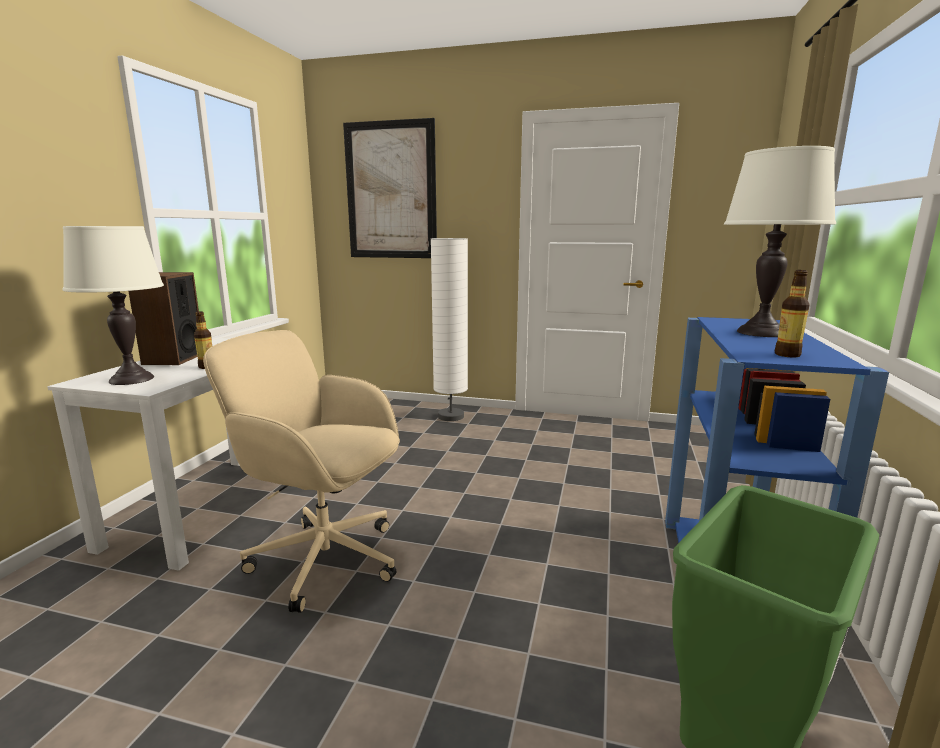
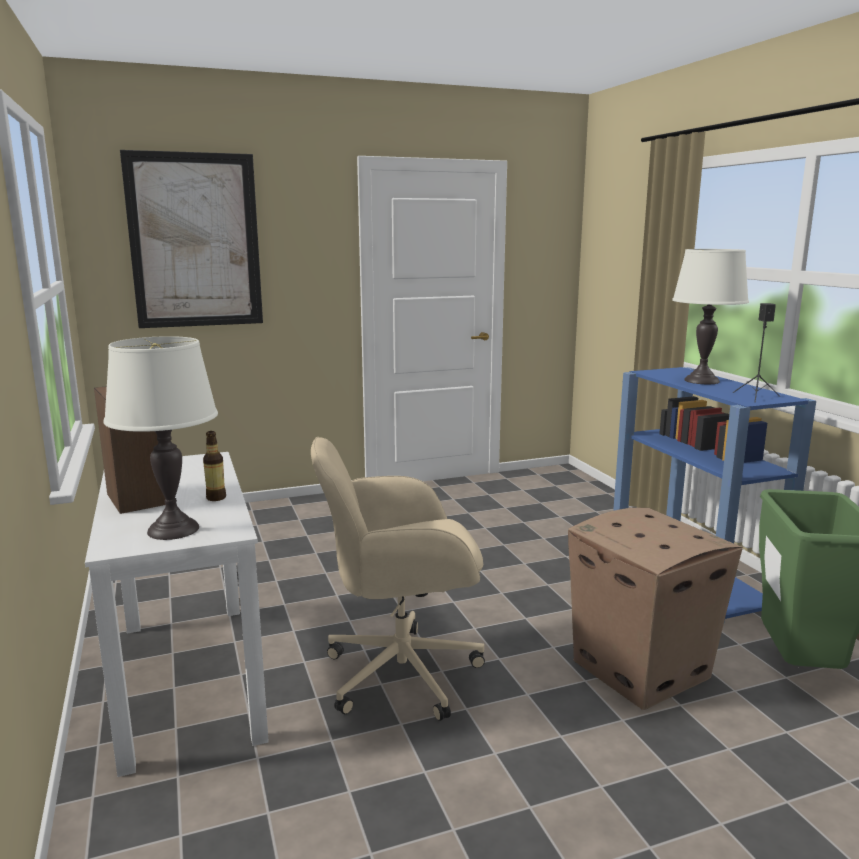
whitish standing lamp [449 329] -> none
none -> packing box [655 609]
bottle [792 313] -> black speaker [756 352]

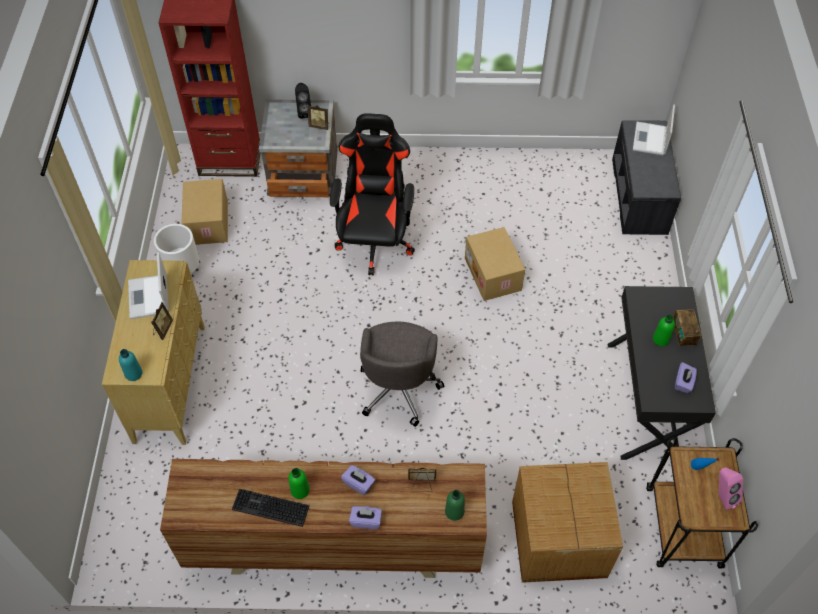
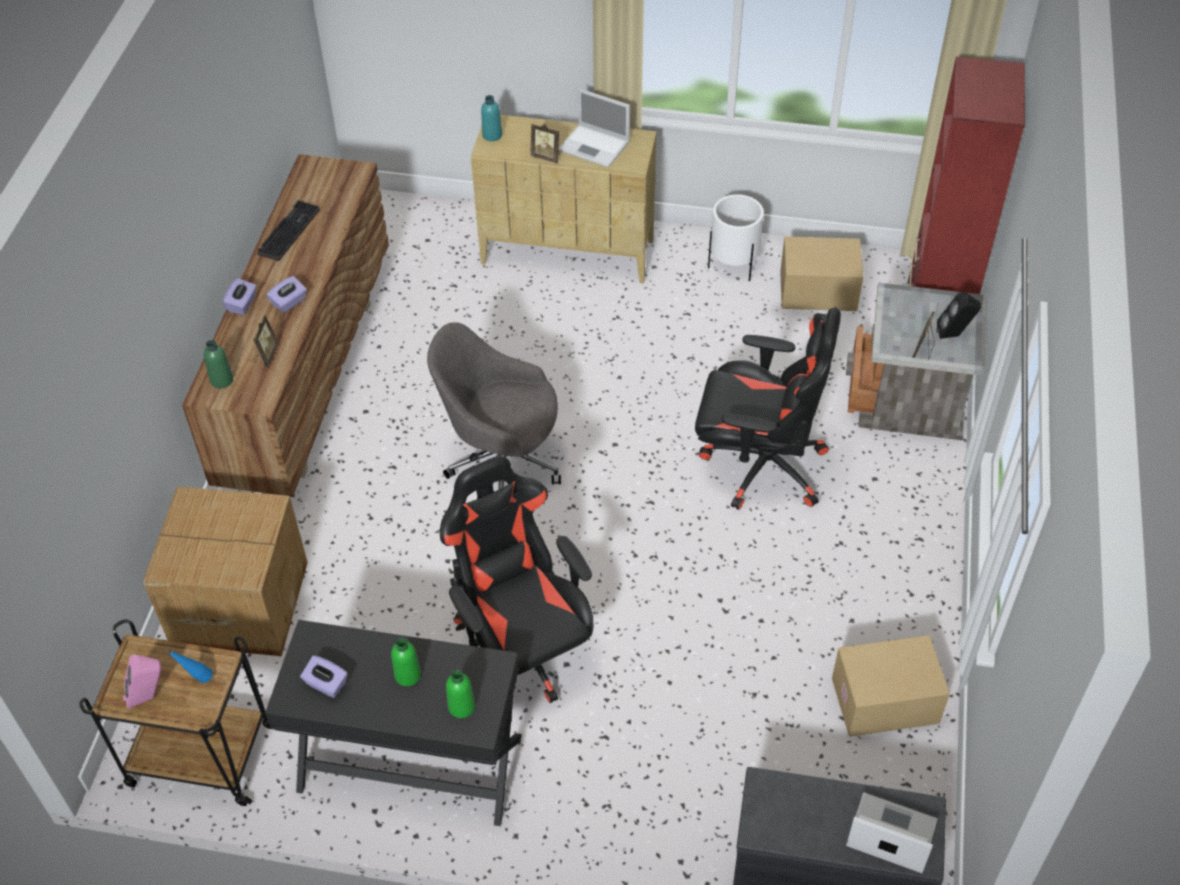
radio receiver [687 327] -> none
none -> black desk chair [517 579]
green-coloured bottle [299 483] -> green-coloured bottle [460 694], relocated
packing box [495 264] -> packing box [891 686], relocated
portable computer [148 285] -> portable computer [594 128], 150 degrees counterclockwise

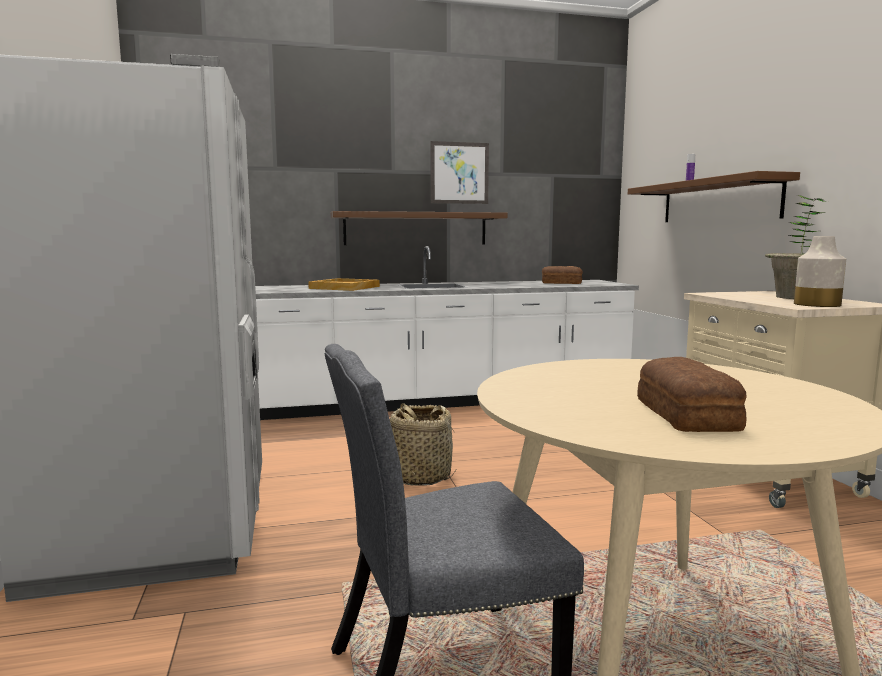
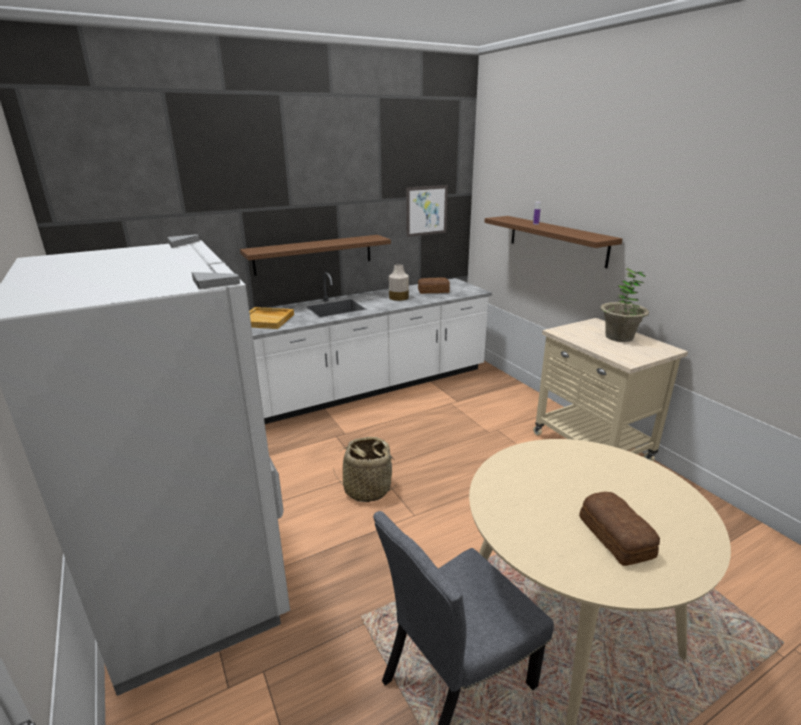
wall art [459 172] -> wall art [427 211], relocated
beige-coloured vase [820 271] -> beige-coloured vase [399 283], relocated

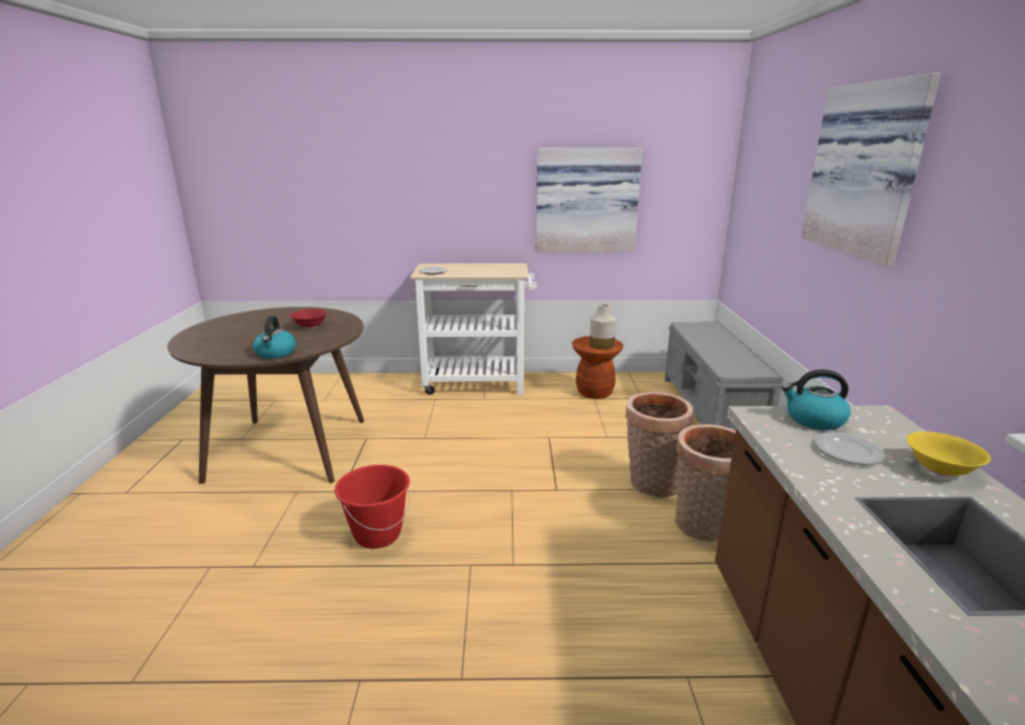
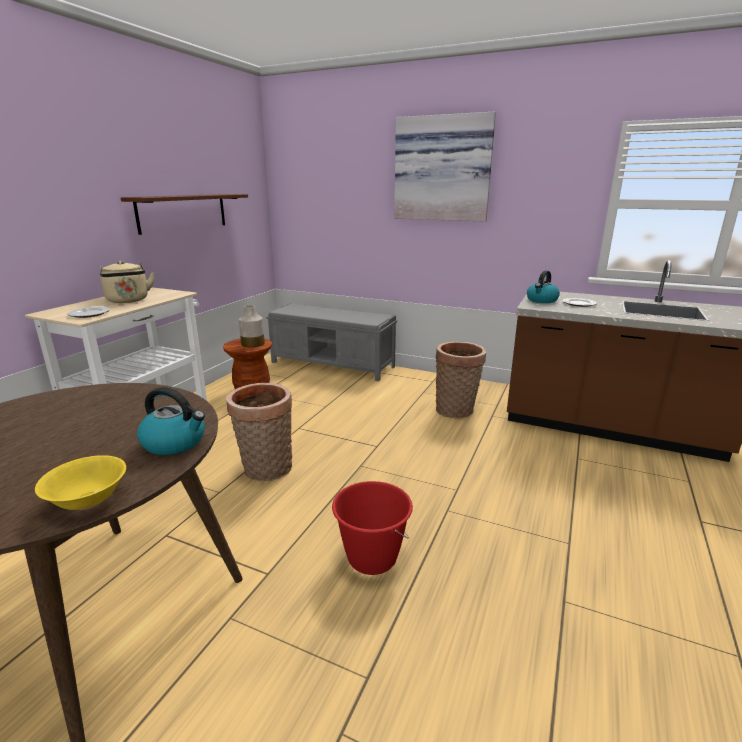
reddish deep dish [309 319] -> none
none -> beige-coloured water kettle [127 282]
household basket [659 445] -> household basket [259 432], relocated
yellow-coloured deep dish [948 454] -> yellow-coloured deep dish [80 482], relocated
wall art [589 200] -> brownish bracket shelf [184 214]

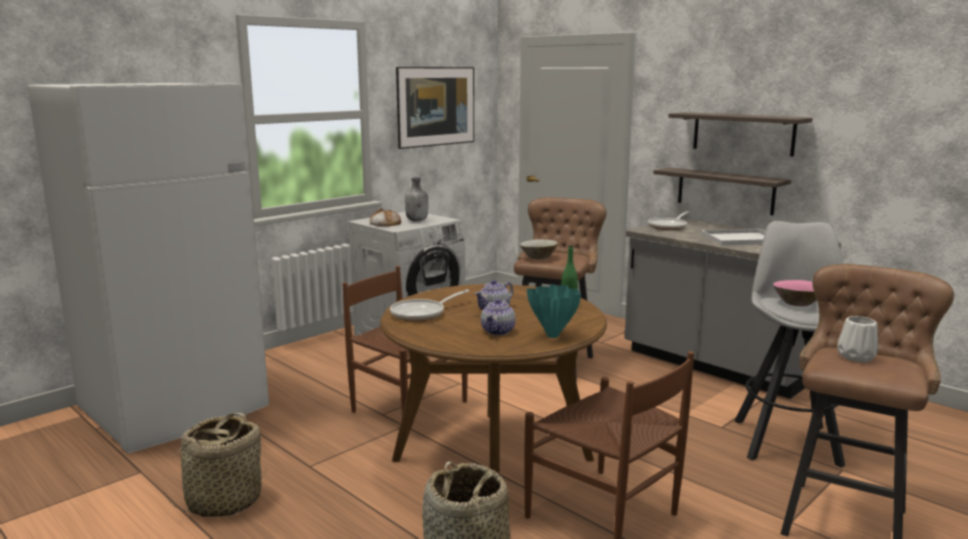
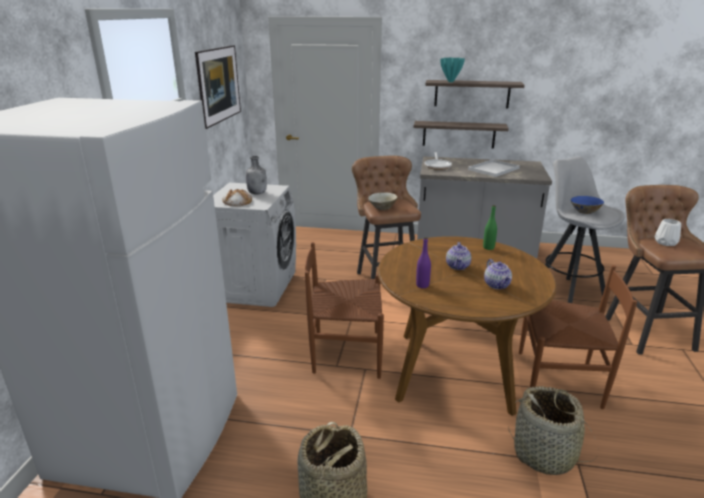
blue-green vase [554 311] -> blue-green vase [452 70], relocated
skillet [429 305] -> purple bottle [423 262]
pink-coloured deep dish [795 293] -> bluish deep dish [587 205]

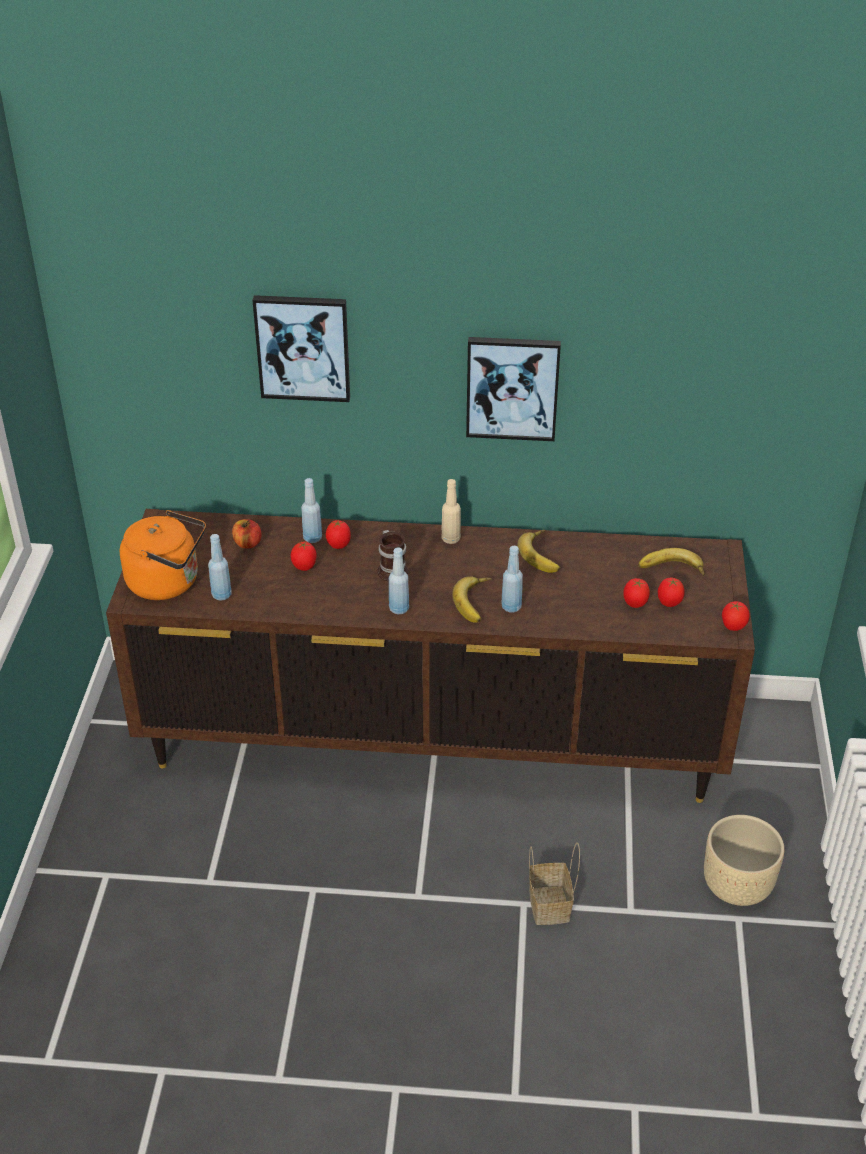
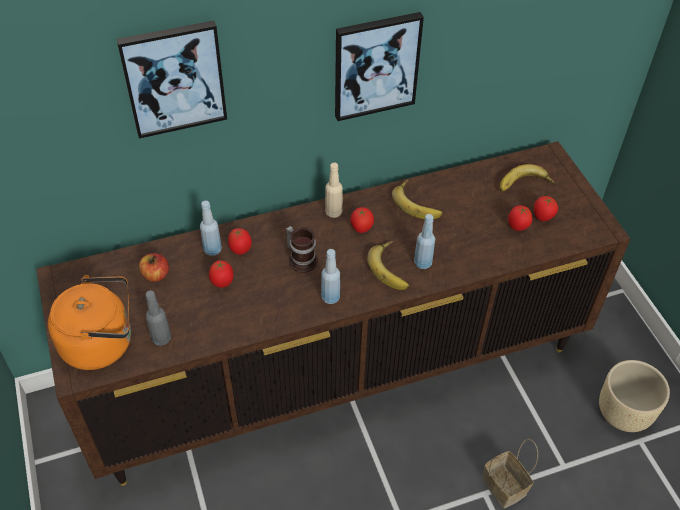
fresh tomato [735 616] -> fresh tomato [362 220], relocated
bluish bottle [220 567] -> gray bottle [158 318]

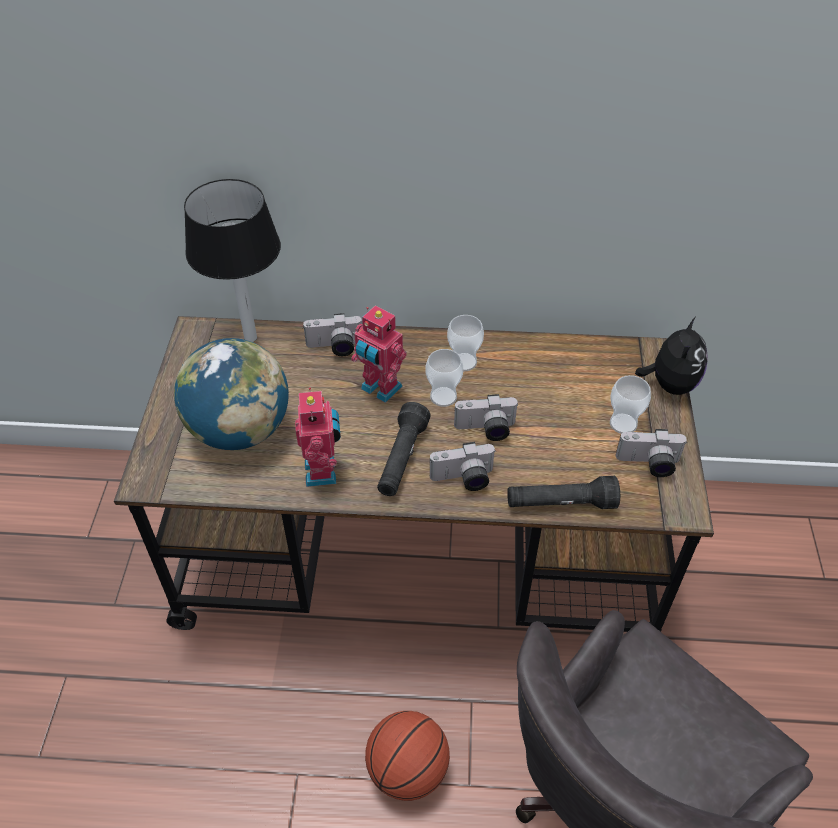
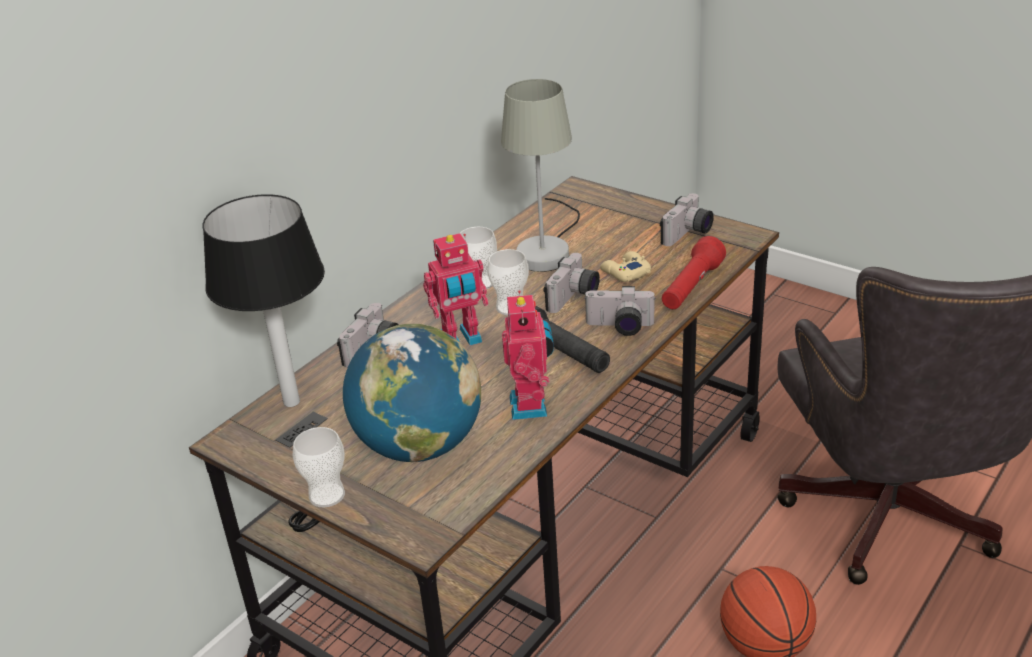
plush toy [671 356] -> none
none -> gray lamp for a table [540 175]
none -> beige-coloured joypad [625 266]
drinking cup [630 404] -> drinking cup [318 467], relocated
black torch [563 492] -> reddish torch [694 272]
toy robot [318 437] -> toy robot [528 355], 60 degrees clockwise
photo camera [462 466] -> photo camera [620 311], 75 degrees clockwise

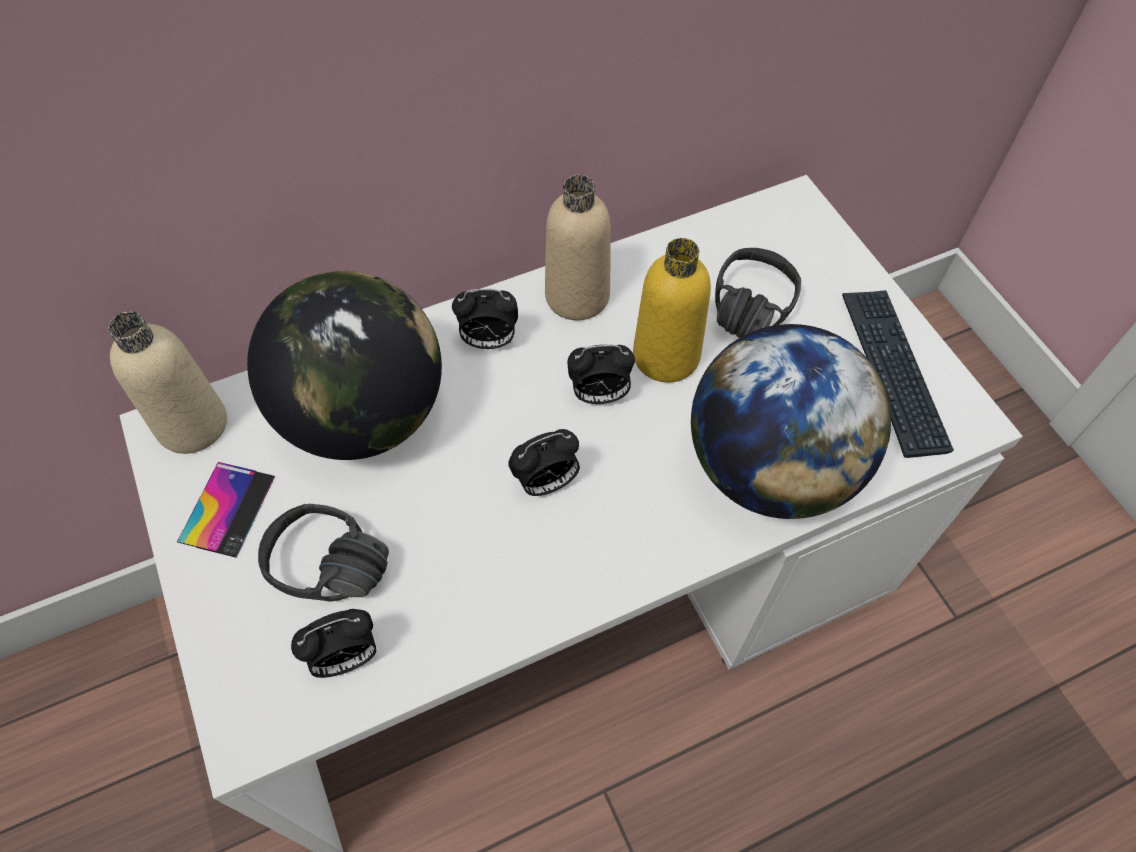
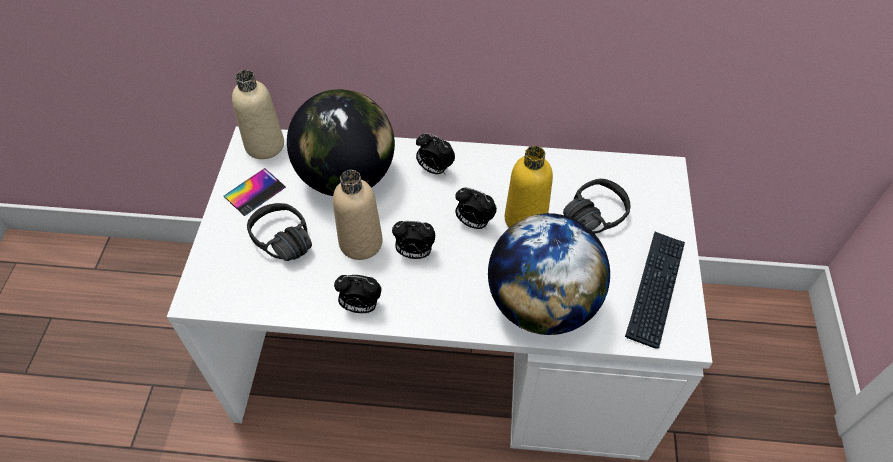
table clock [333 643] -> table clock [358 294], relocated
beige-coloured bottle [578 247] -> beige-coloured bottle [358 215], relocated

